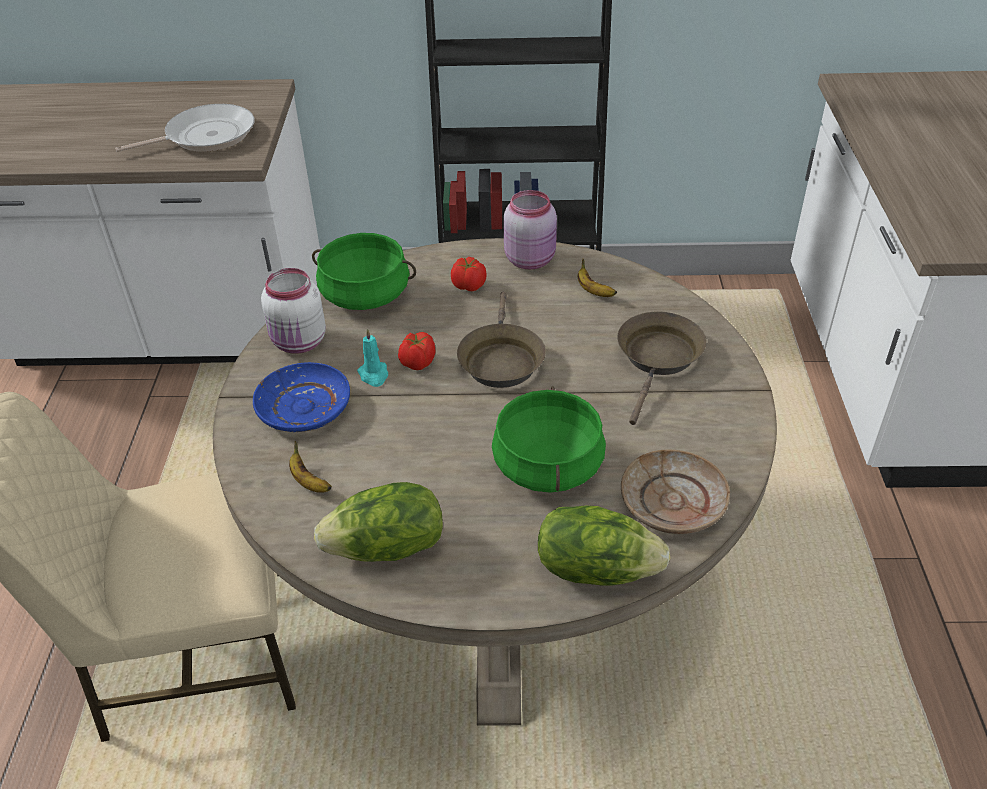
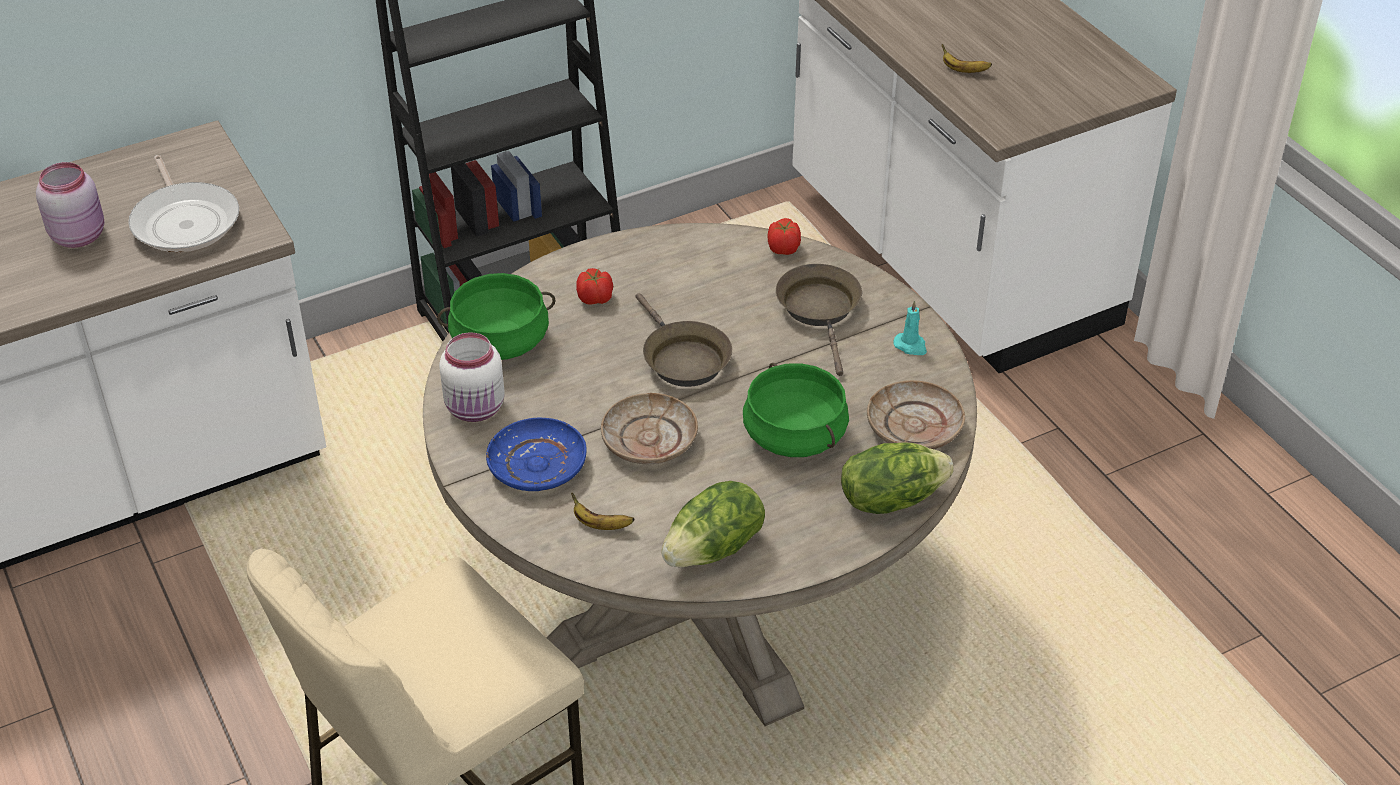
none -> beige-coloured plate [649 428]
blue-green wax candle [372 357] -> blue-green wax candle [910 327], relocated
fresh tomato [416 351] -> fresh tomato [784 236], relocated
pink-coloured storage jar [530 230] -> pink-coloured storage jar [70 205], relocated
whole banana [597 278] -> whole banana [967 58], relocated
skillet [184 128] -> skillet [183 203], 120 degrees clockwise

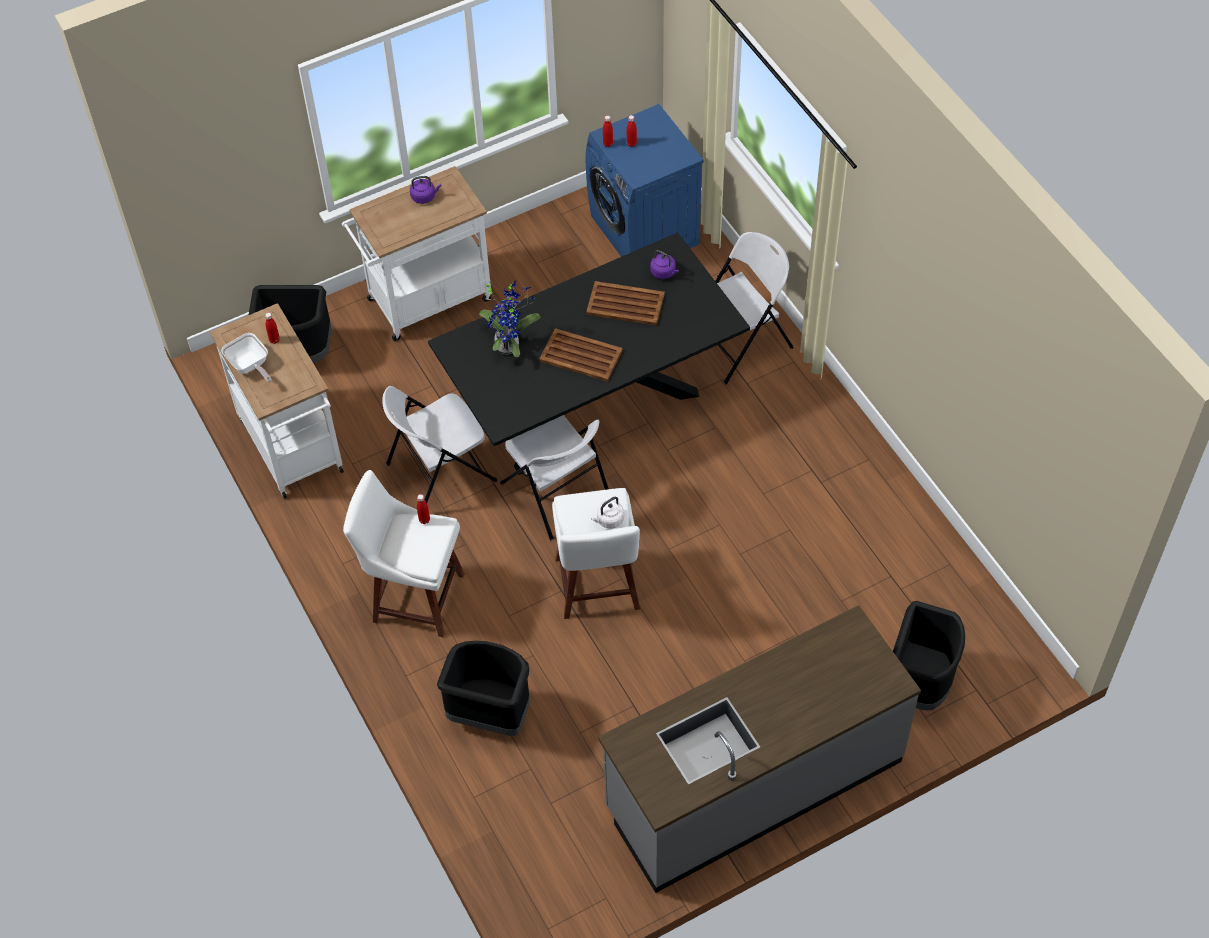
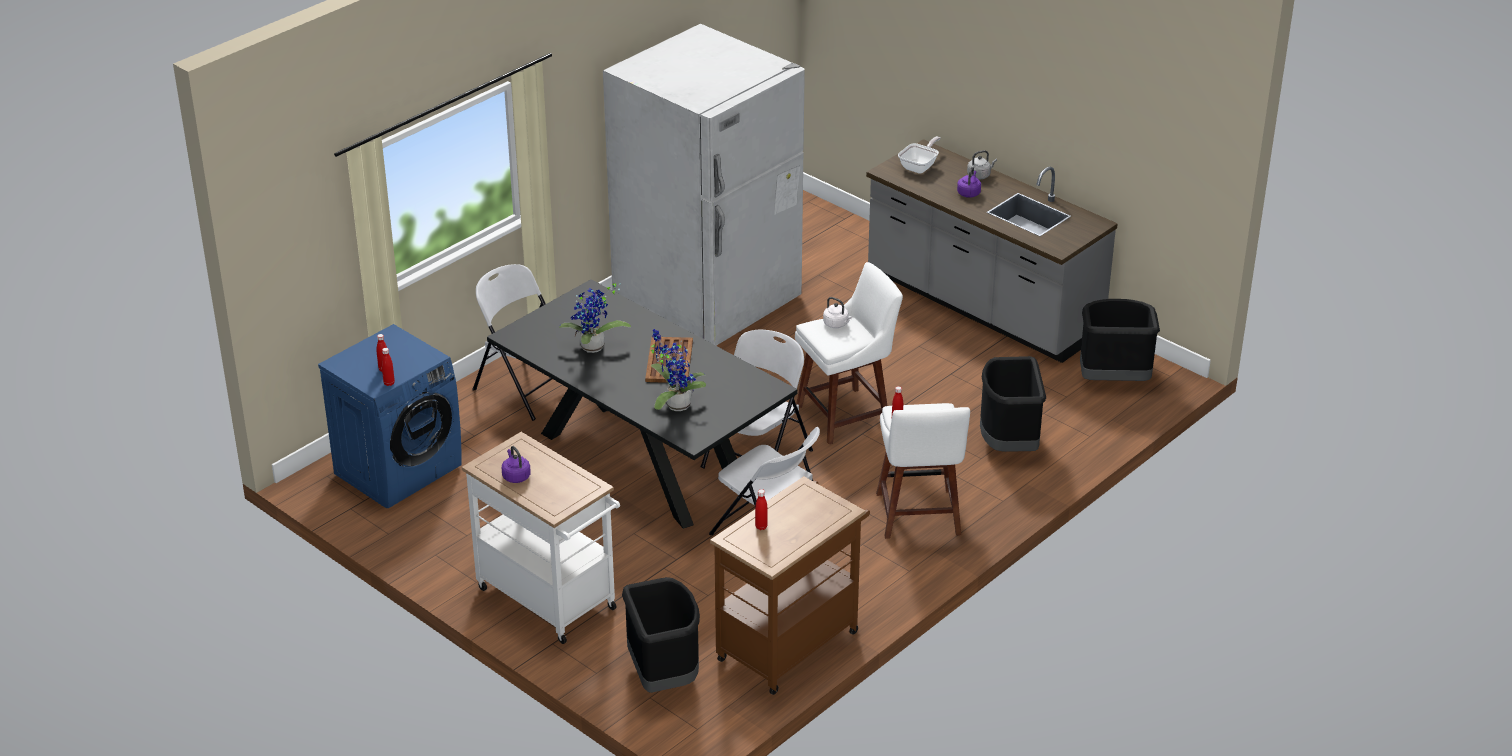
none -> whitish kitchen fridge [704 185]
none -> gray water kettle [982 165]
skillet [246 357] -> skillet [919 155], relocated
purple water kettle [664 264] -> purple water kettle [969 182], relocated
black waste bin [929 655] -> black waste bin [1120 340], relocated
brownish tray [625 303] -> potted plant [595 318]
whitish wheeled cart [277 401] -> brownish wheeled cart [790 585]

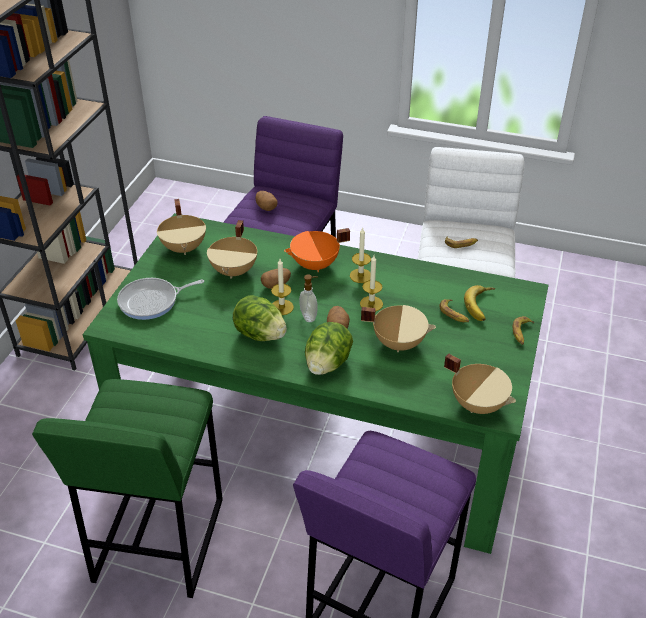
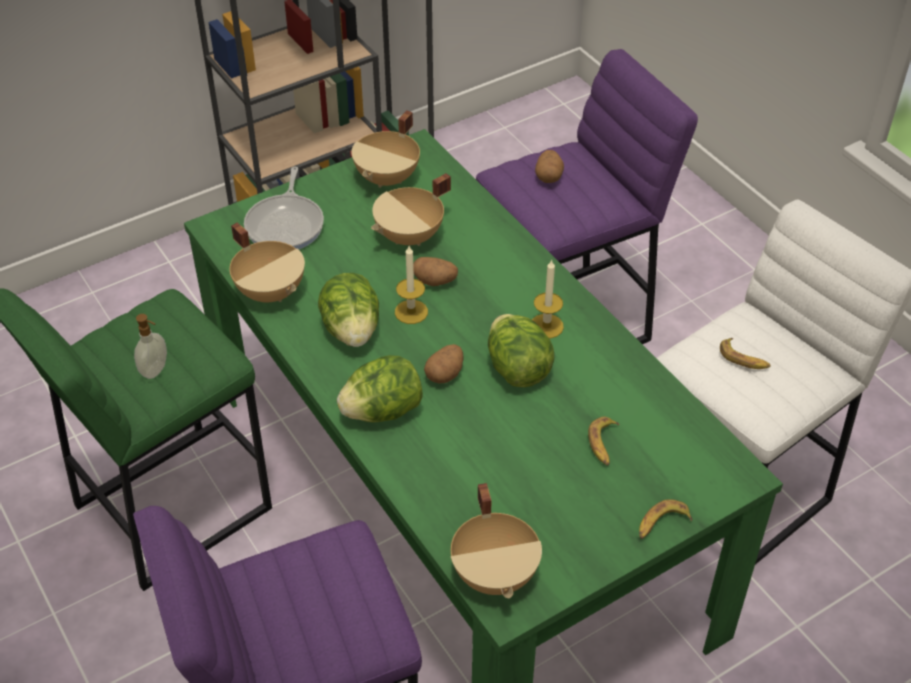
orange-coloured stockpot [317 250] -> none
whole banana [479 303] -> none
liquid soap bottle [308 298] -> liquid soap bottle [150 346], relocated
beige-coloured stockpot [398 328] -> beige-coloured stockpot [267 262], relocated
wax candle [371 283] -> lettuce [521 350]
skillet [160 299] -> skillet [284 208], 105 degrees counterclockwise

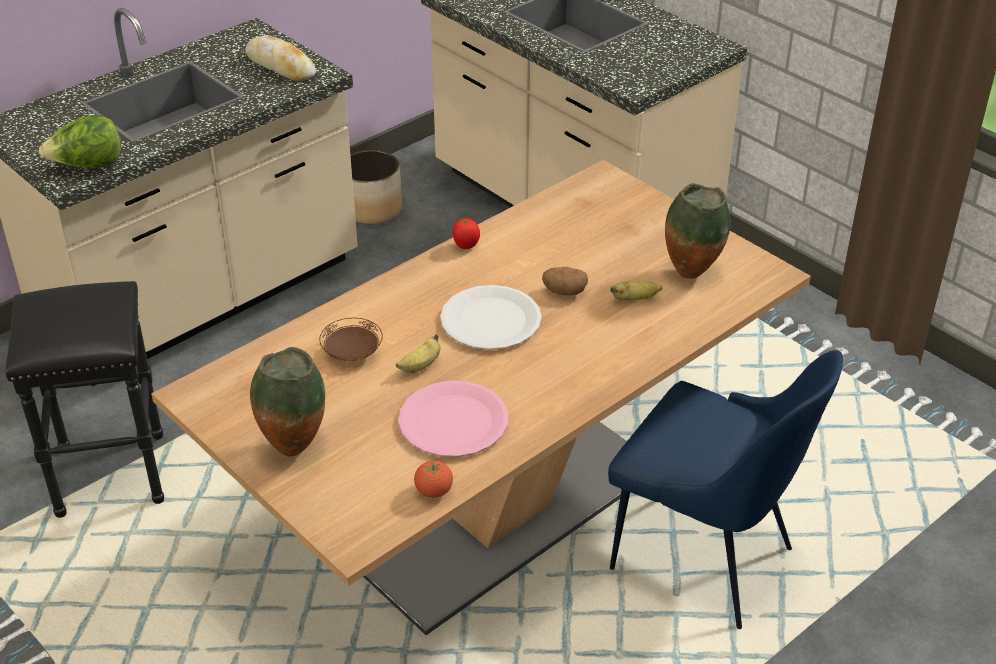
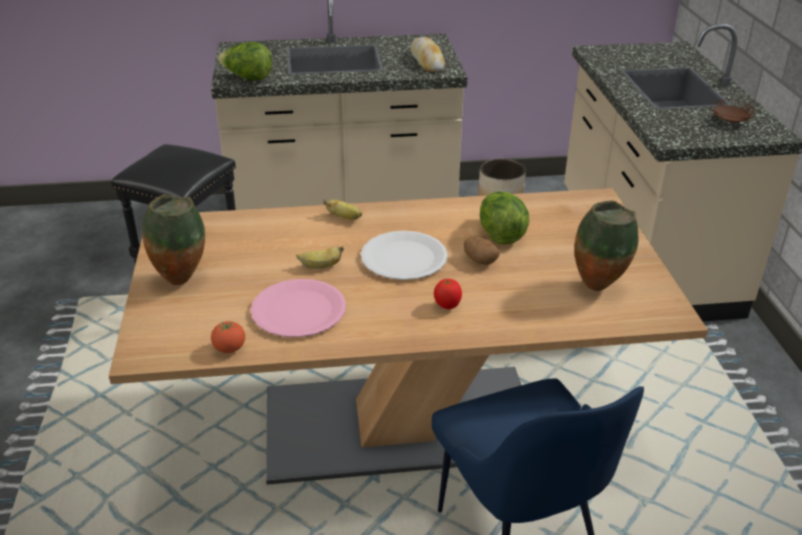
none -> lettuce [504 218]
brownish plate [351 339] -> brownish plate [734 111], relocated
fresh tomato [466 233] -> fresh tomato [448 294], relocated
whole banana [636 291] -> whole banana [343 209], relocated

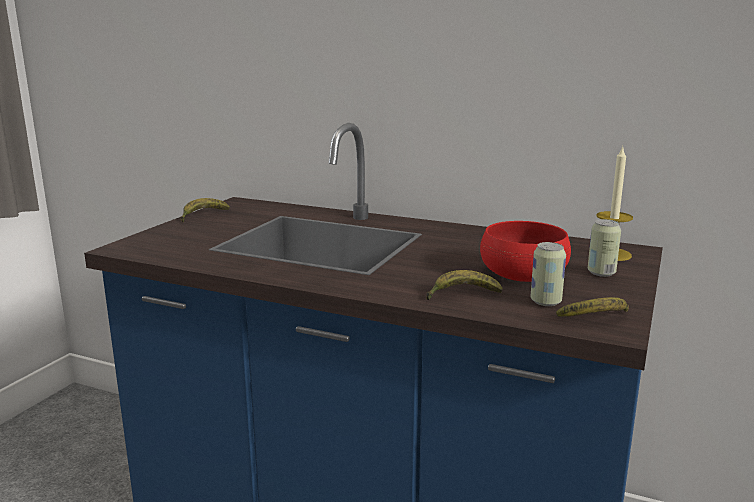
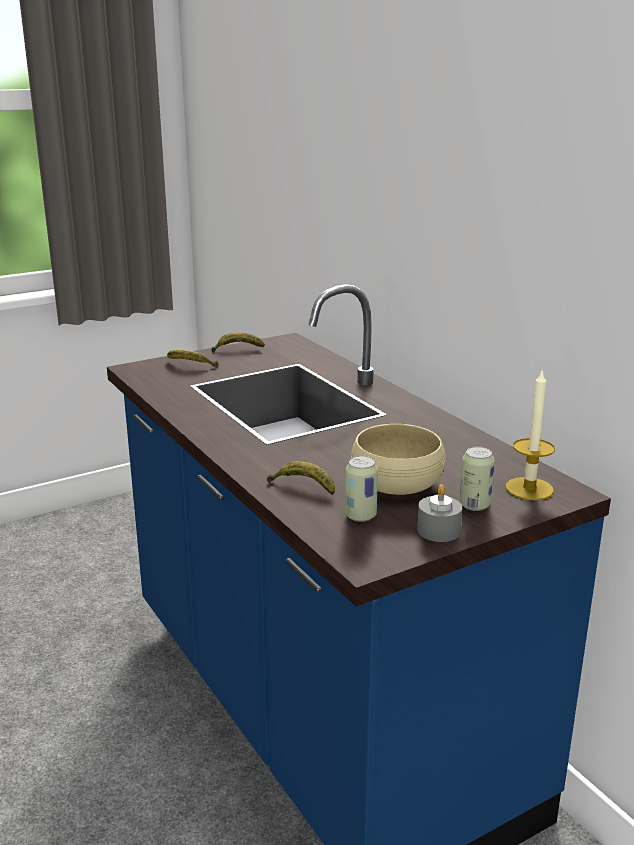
none -> gray wax candle [439 513]
whole banana [592 307] -> whole banana [193 358], relocated
reddish deep dish [525 251] -> beige-coloured deep dish [398 459]

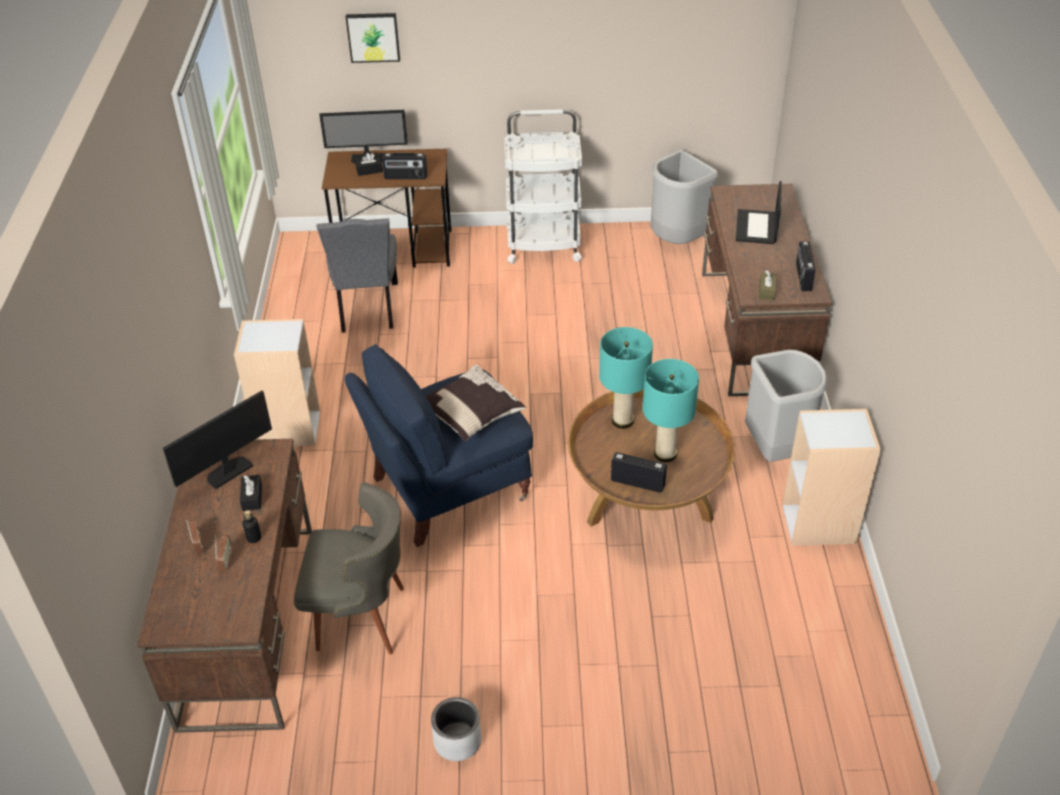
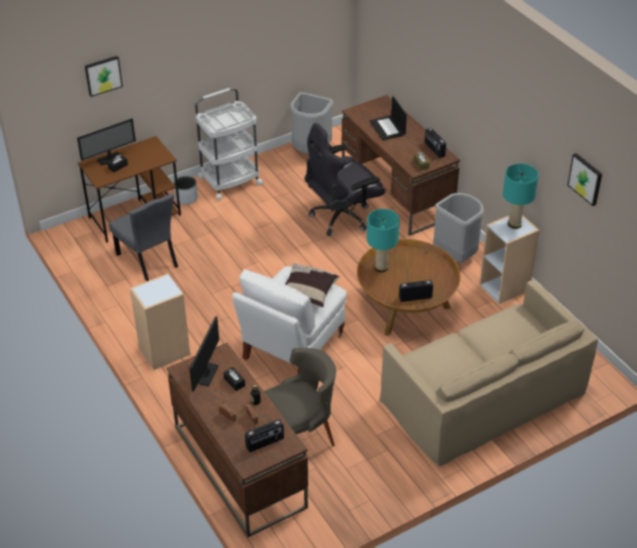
none -> black desk chair [344 179]
none -> beige-coloured settee [488 373]
none -> wall art [584 179]
radio receiver [404 166] -> radio receiver [264 435], relocated
gray plant pot [456 729] -> gray plant pot [186 190], relocated
blue-green lamp for a table [671 410] -> blue-green lamp for a table [520 196], relocated
bluish armchair [439 445] -> whitish armchair [289 320]

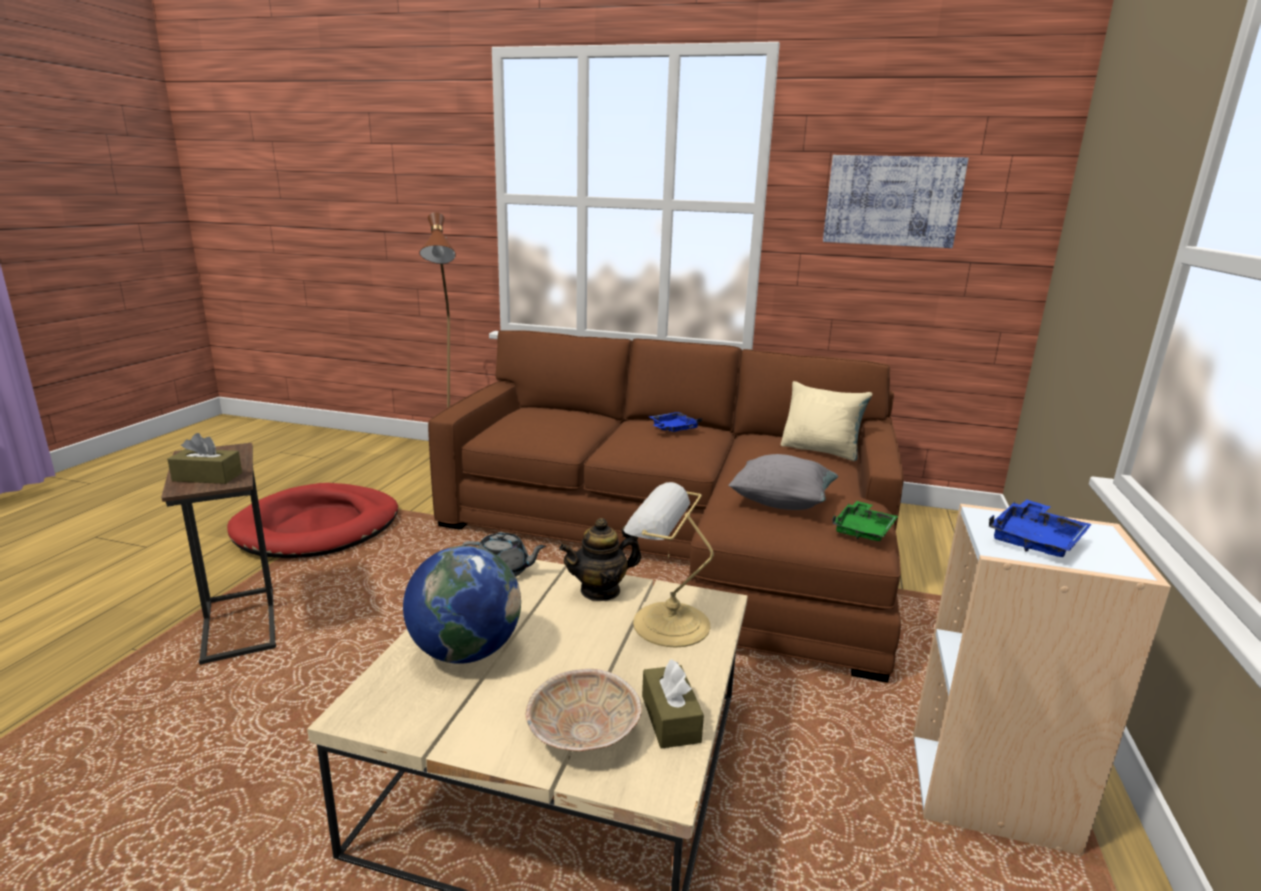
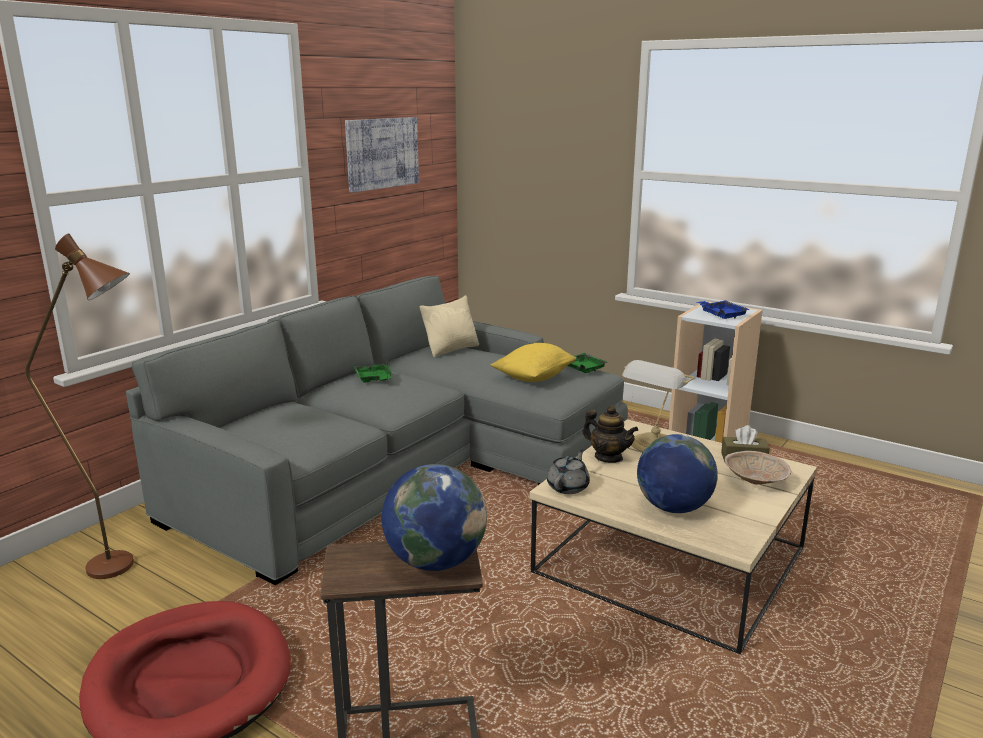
brownish box of tissues [204 458] -> world globe [434 517]
brownish settee [666 506] -> gray settee [377 430]
bluish tray [675 422] -> green-coloured tray [373 372]
gray pillow [783 482] -> yellow-coloured pillow [533 362]
teapot [600 559] -> teapot [610 434], 45 degrees counterclockwise

